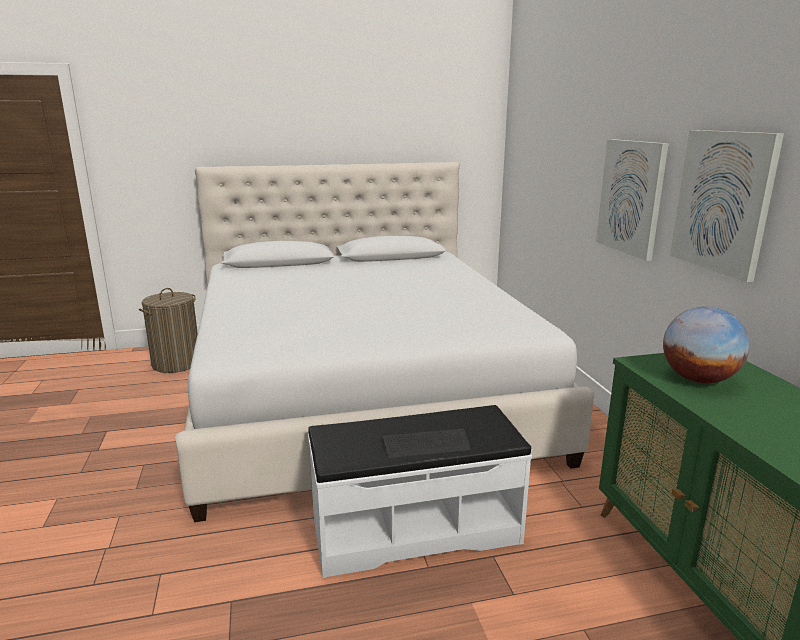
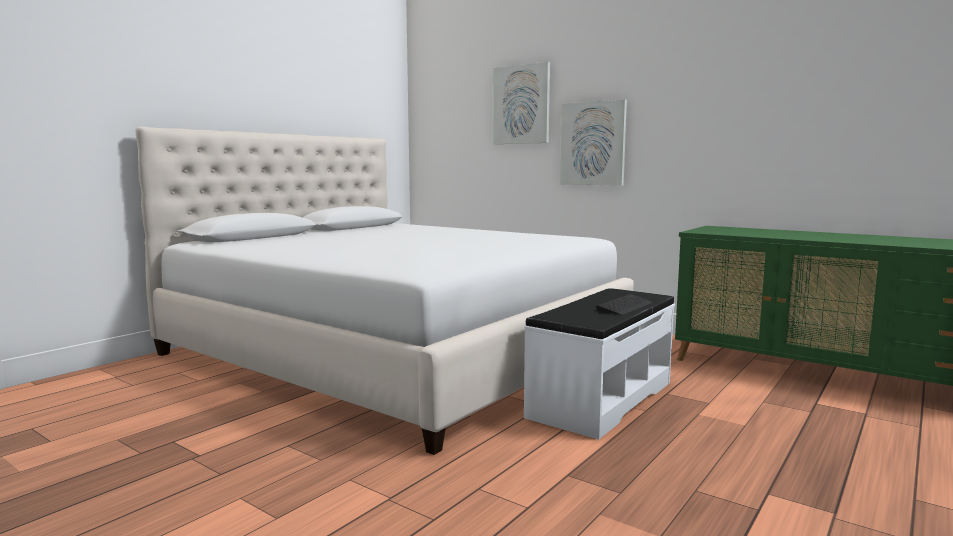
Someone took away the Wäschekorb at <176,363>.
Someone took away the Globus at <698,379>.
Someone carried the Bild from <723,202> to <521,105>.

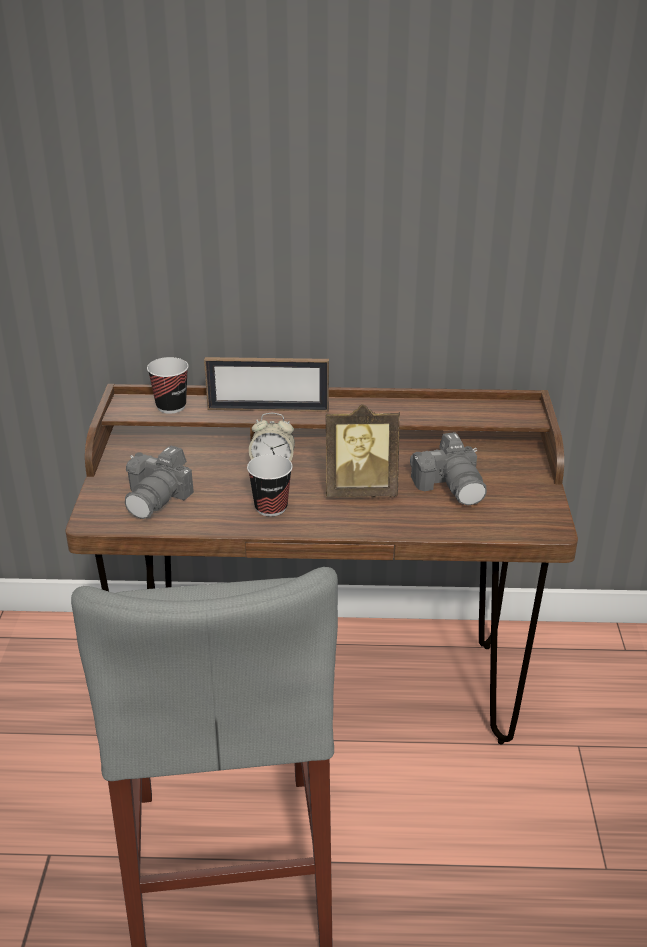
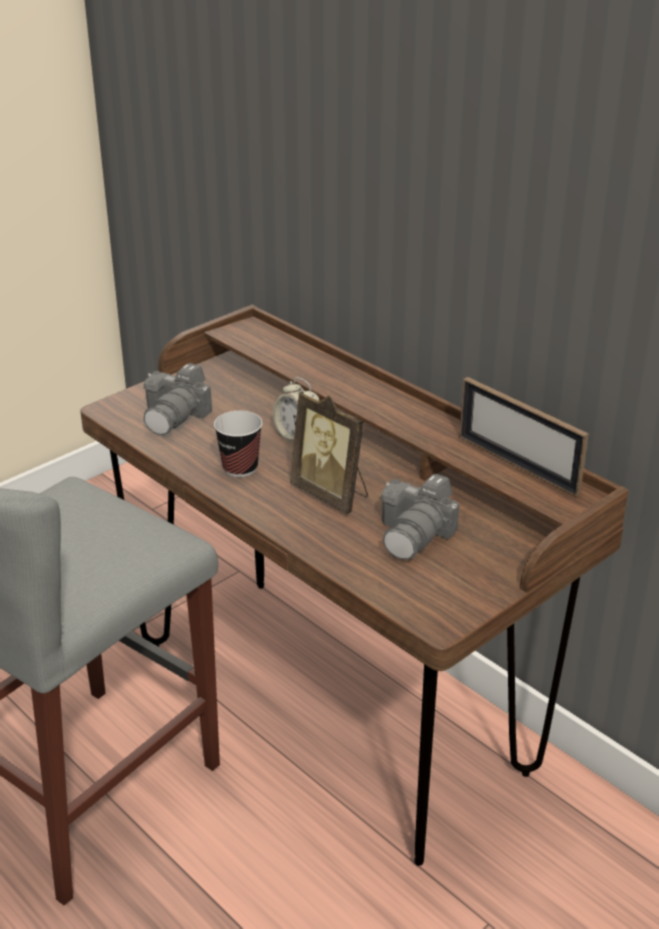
Someone took away the Tasse at <171,406>.
Someone carried the Bilderrahmen from <268,409> to <517,465>.
Someone rotated the Kamera at <158,498> by 45 degrees counterclockwise.

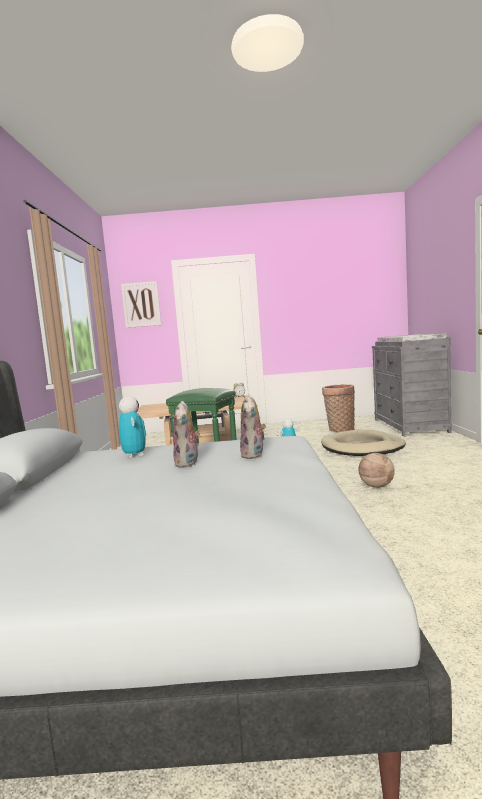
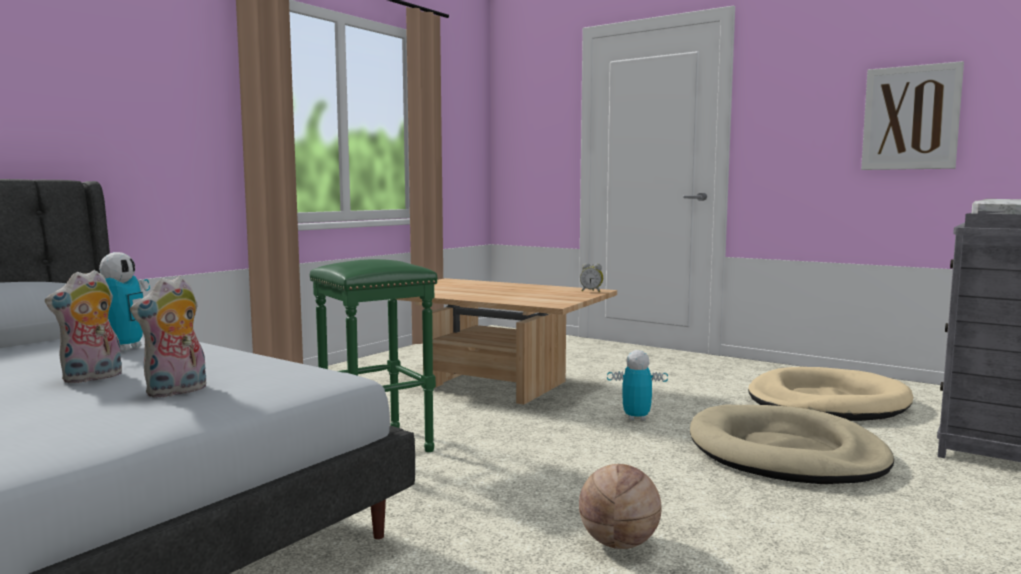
Someone carried the Bild from <141,304> to <910,118>.
Someone swapped the Korb at <339,430> for the Hundebett (beige) at <827,402>.

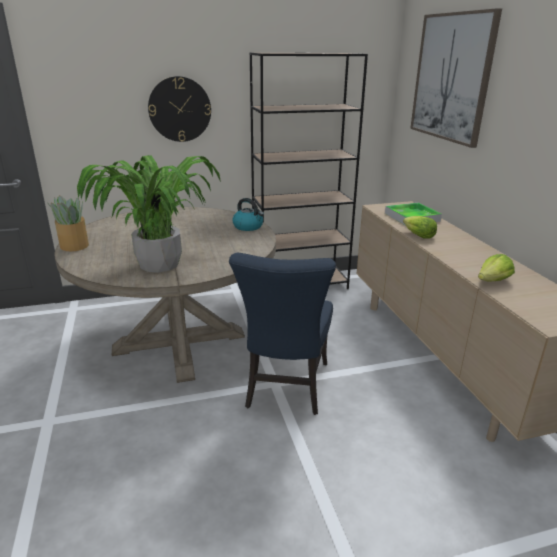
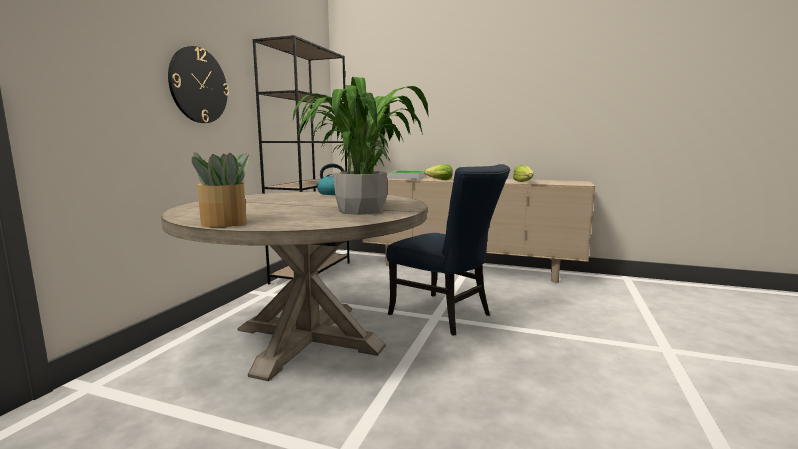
Someone took away the Bild at <451,77>.

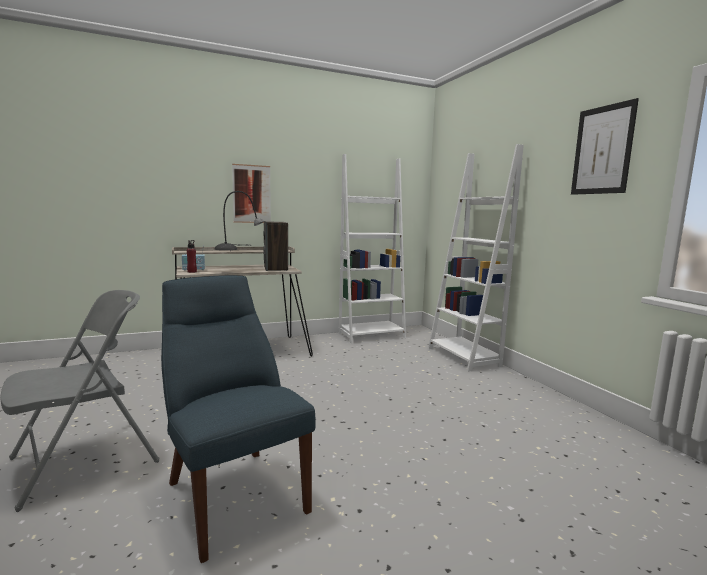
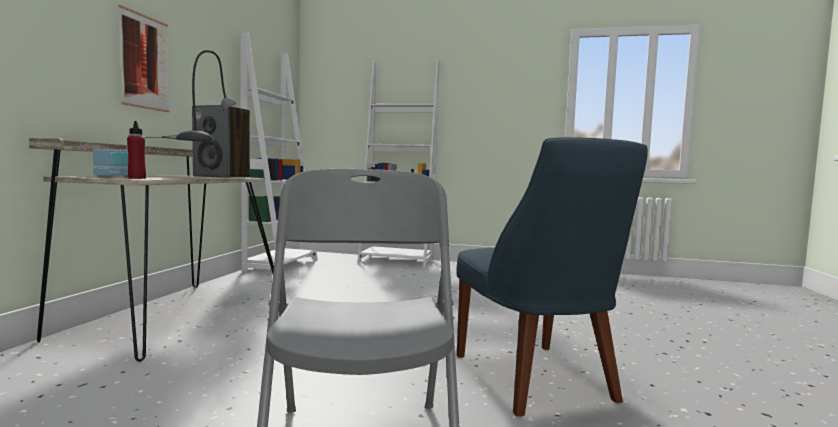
Someone took away the Bild at <602,150>.
Someone rotated the Stuhl (blau) at <233,493> by 105 degrees counterclockwise.

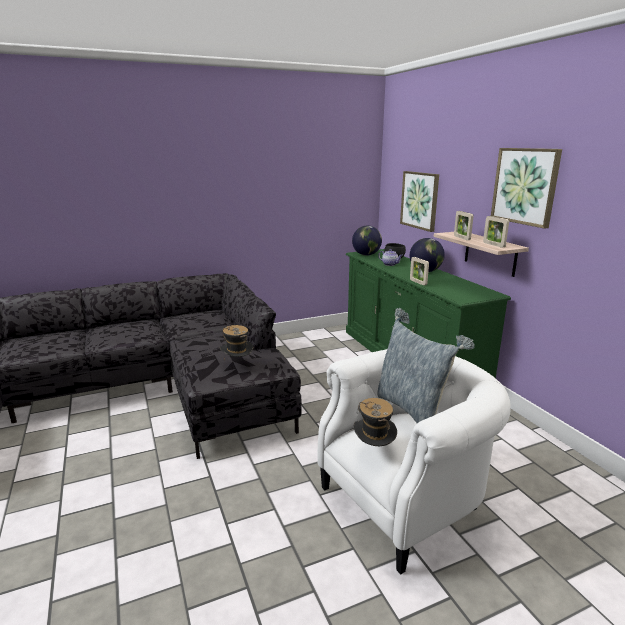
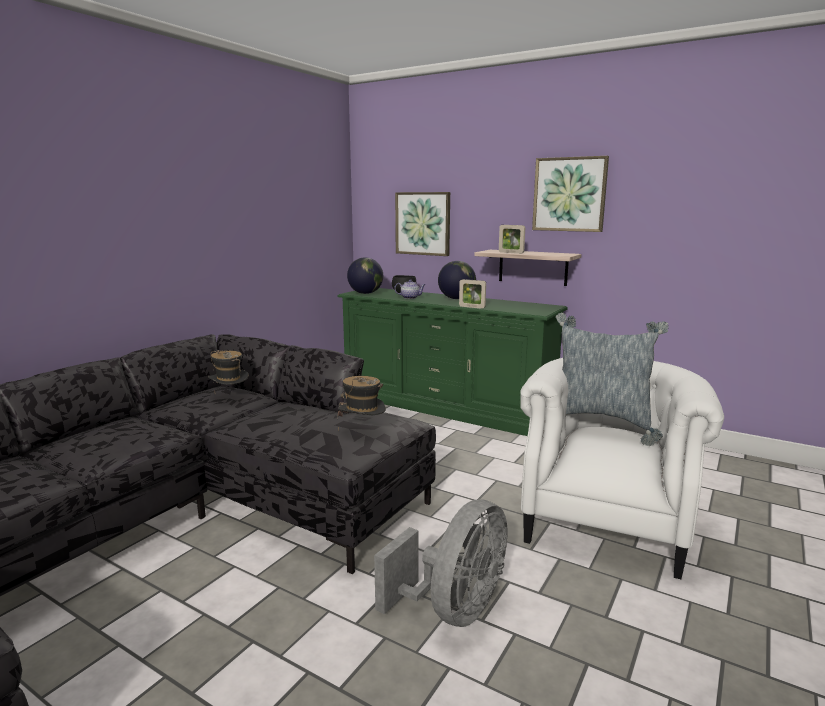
Someone took away the Bilderrahmen at <493,245>.
Someone put down the Ventilator (grau) at <454,609>.
Someone carried the Hut from <373,451> to <230,397>.

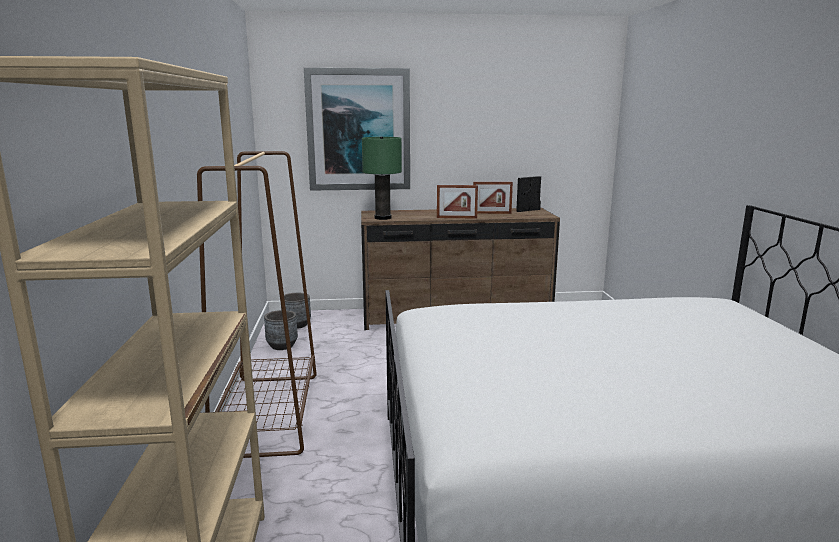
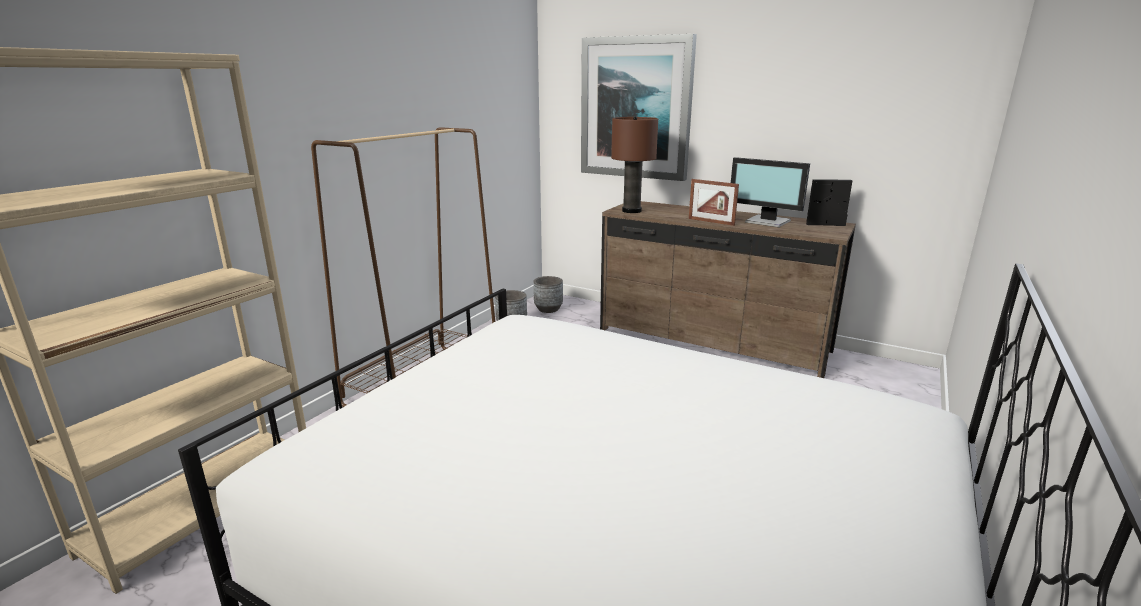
Someone swapped the Bilderrahmen at <491,213> for the Monitor at <767,222>.
Someone repainted the Tischlampe (grün) at <383,218>, which became the Tischlampe (braun) at <632,211>.

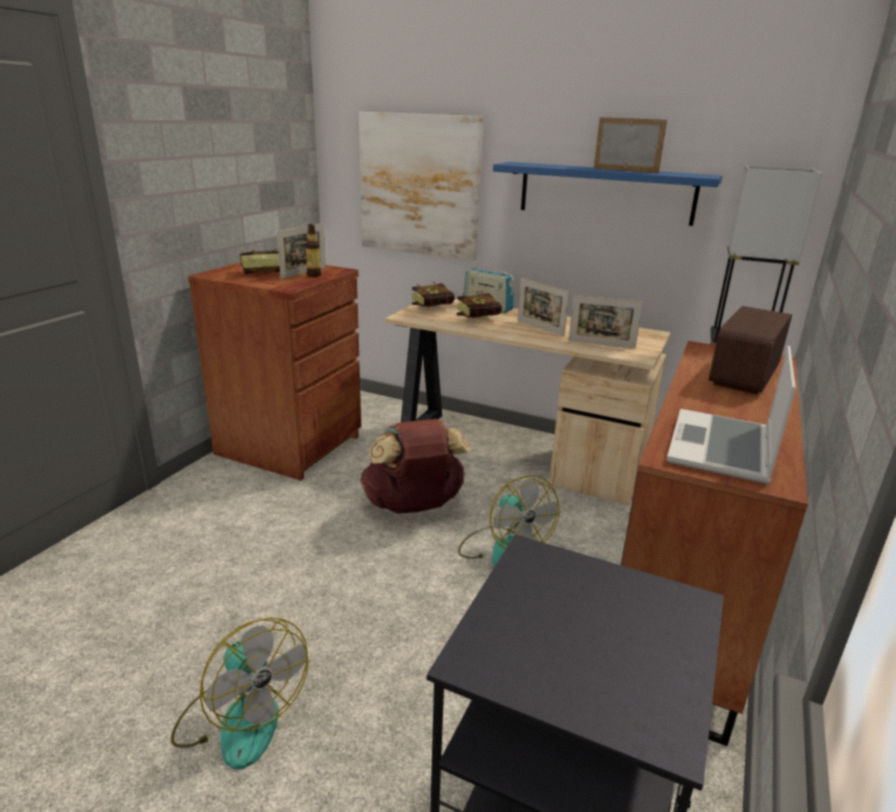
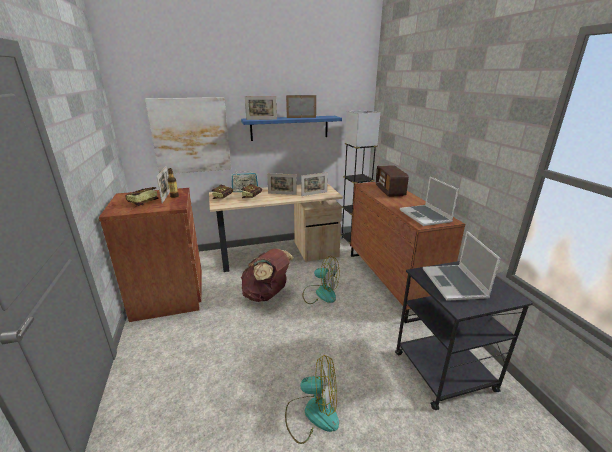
Someone put down the Bilderrahmen at <261,119>.
Someone put down the Laptop at <455,284>.

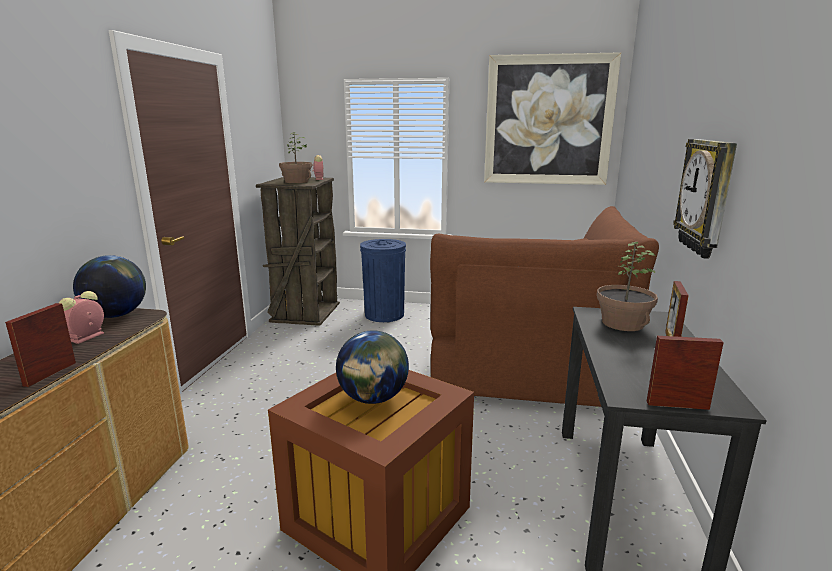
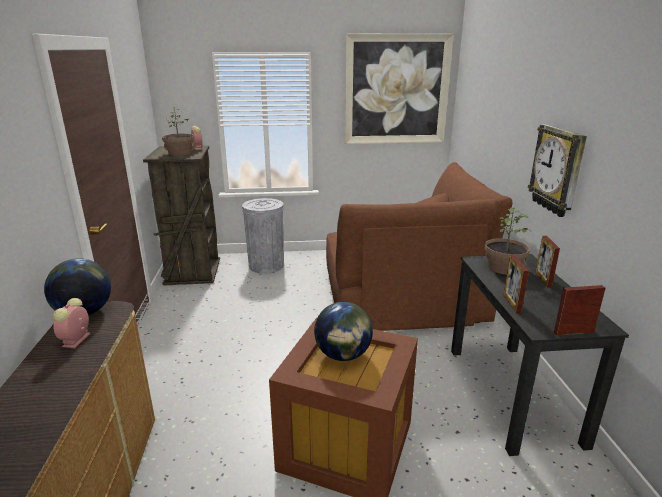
Someone carried the Bilderrahmen from <50,374> to <512,304>.
Someone repainted the Mülleimer (blau) at <384,314>, which became the Mülleimer (grau) at <266,265>.

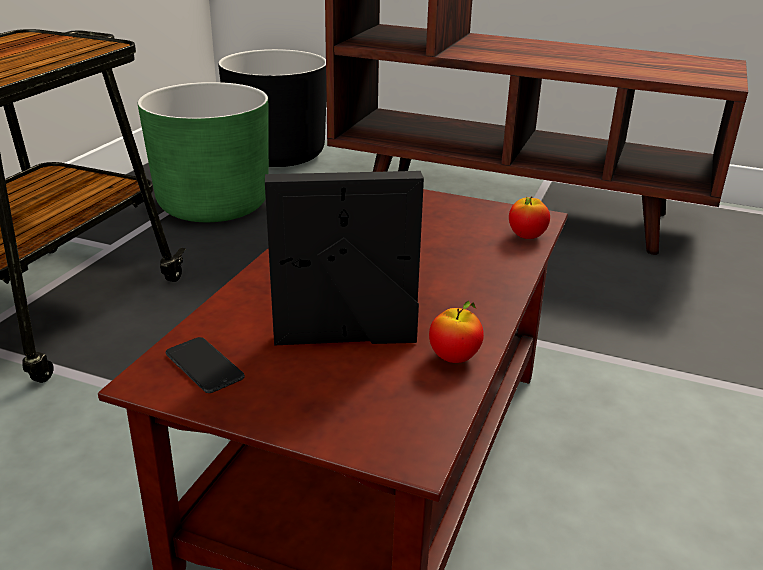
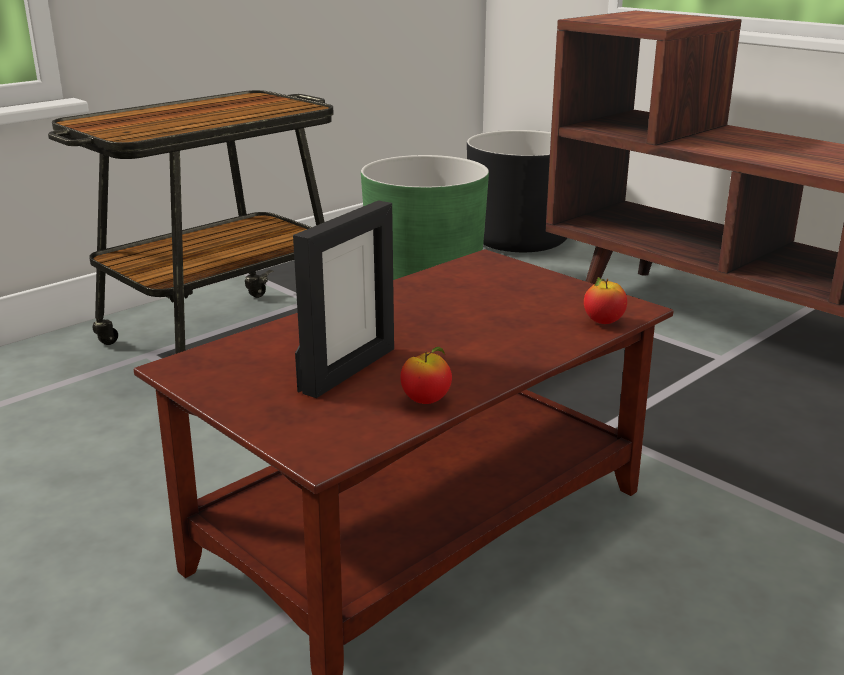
Someone took away the Handy at <204,366>.
Someone rotated the Bilderrahmen at <345,339> by 105 degrees clockwise.

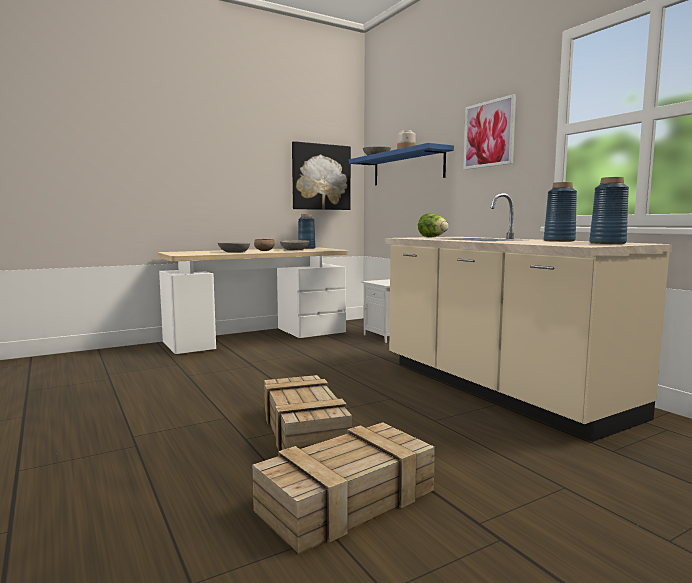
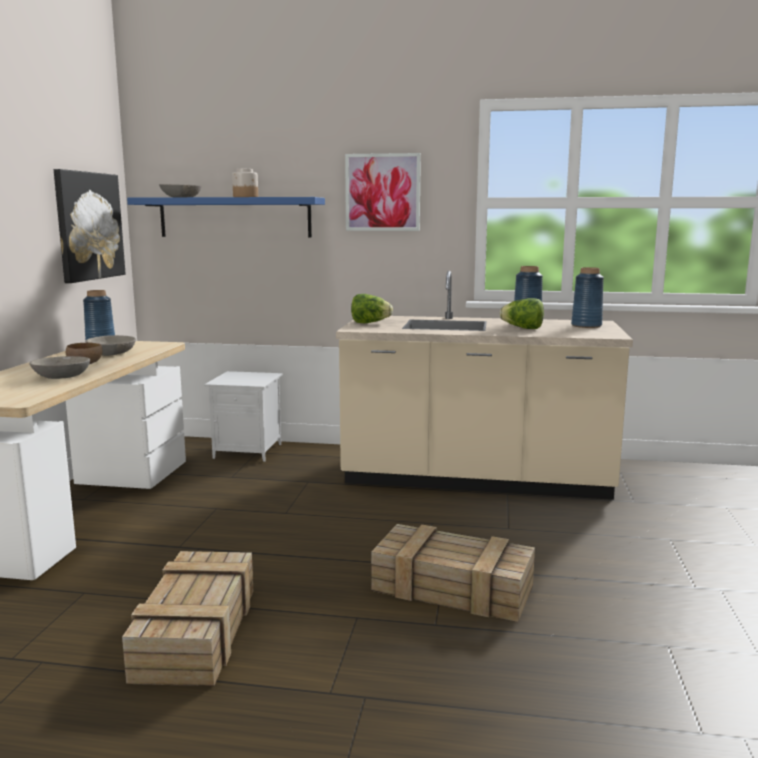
Someone put down the Salatkopf at <523,328>.
Someone carried the Kiste from <345,501> to <196,634>.

